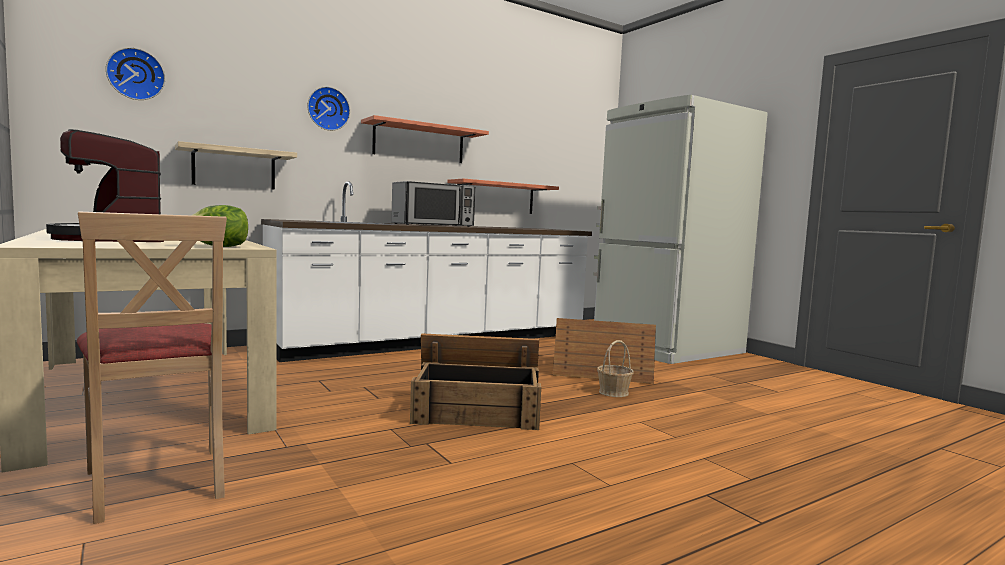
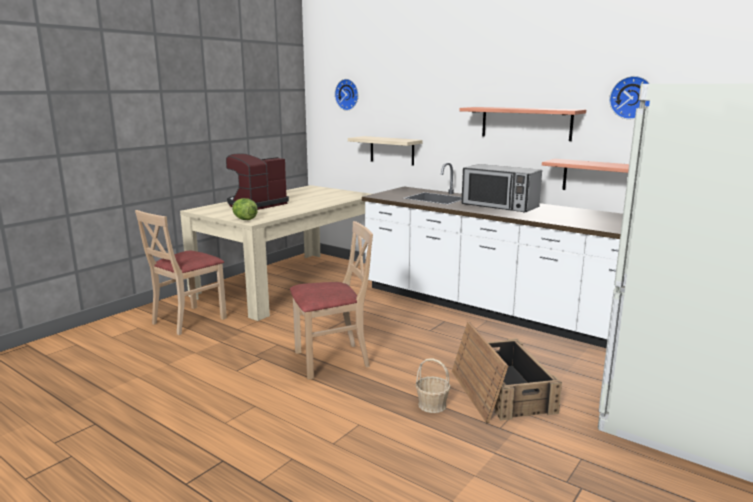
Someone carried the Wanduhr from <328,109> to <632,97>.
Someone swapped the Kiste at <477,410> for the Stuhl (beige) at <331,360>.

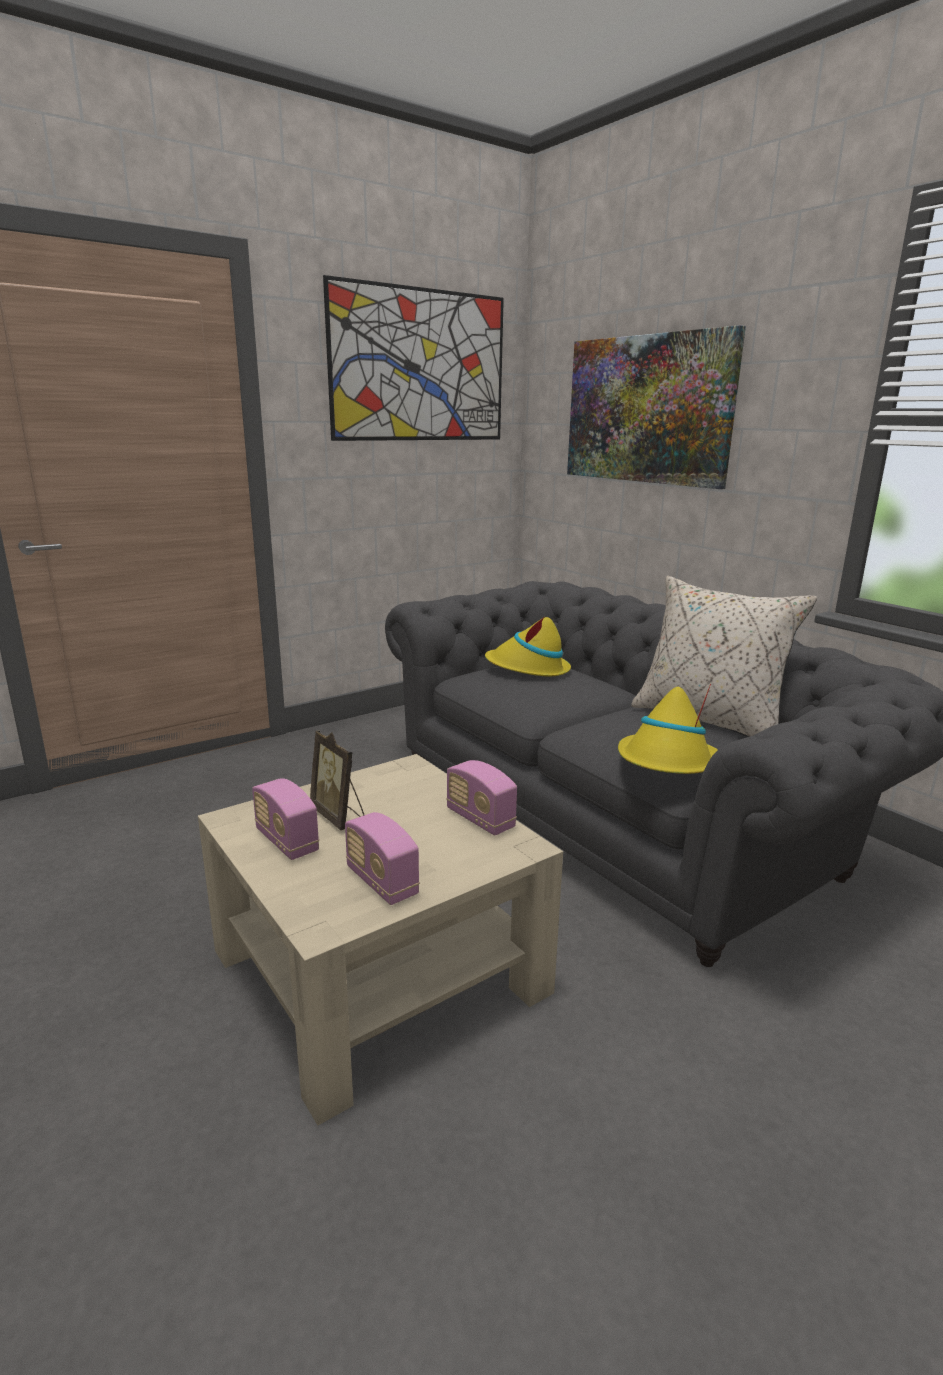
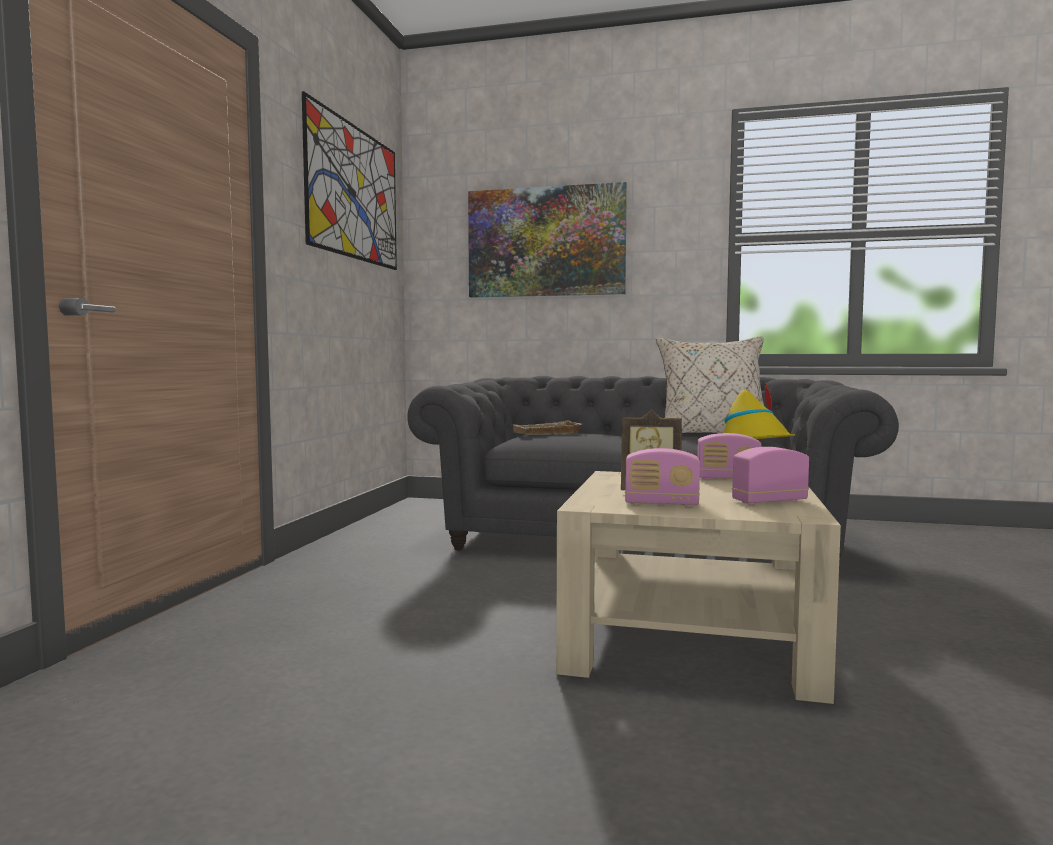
Someone swapped the Hut (gelb) at <528,669> for the Tablett (beige) at <546,433>.
Someone rotated the Radio at <381,882> by 150 degrees clockwise.

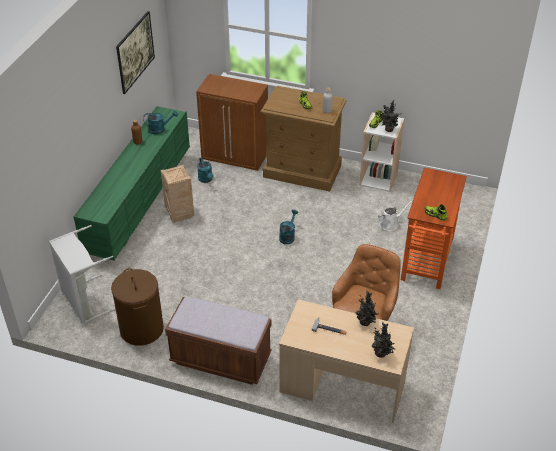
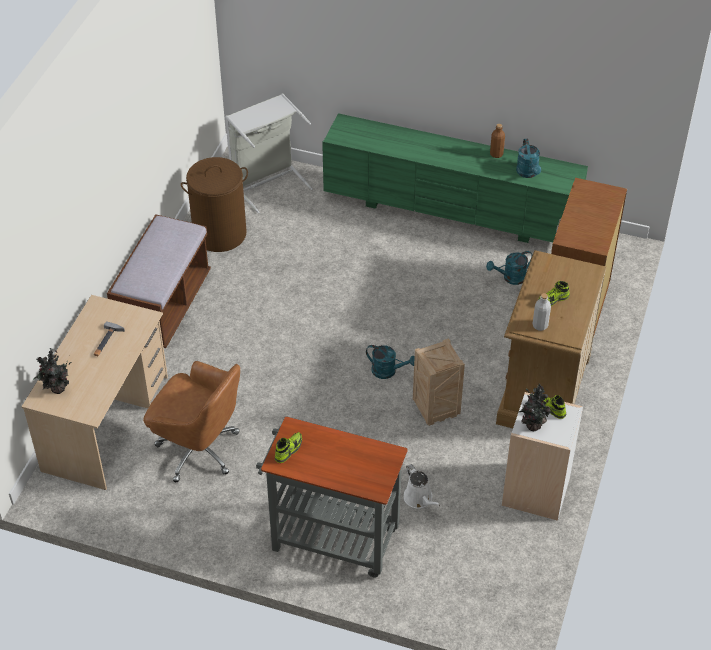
Someone took away the Bild at <136,63>.
Someone took away the Topfpflanze at <366,323>.
Someone carried the Kiste from <180,214> to <435,410>.
Someone repainted the Rollwagen (orange) at <427,261>, which became the Rollwagen (grau) at <333,540>.

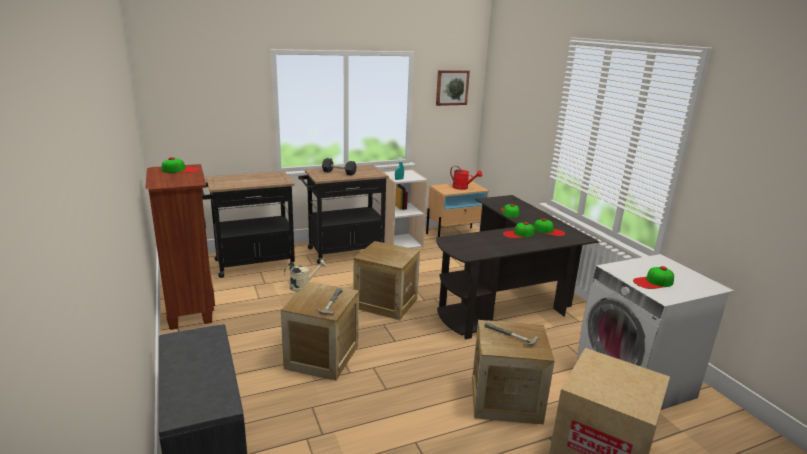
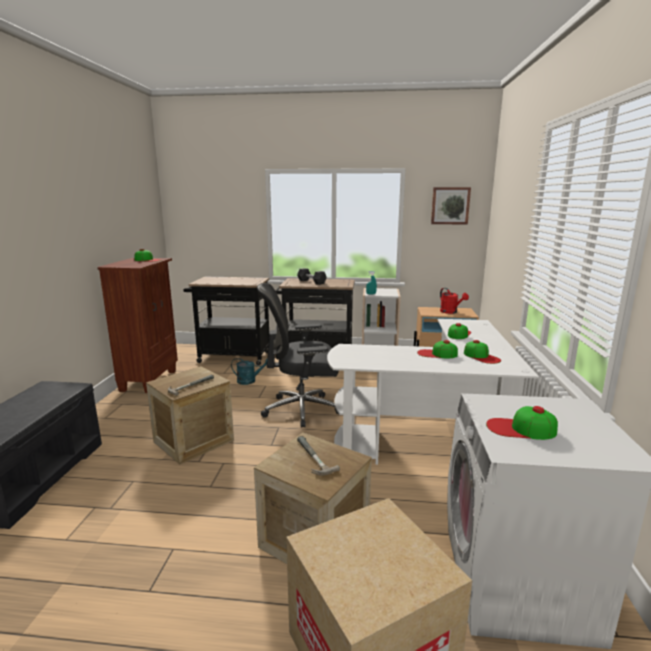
Someone swapped the Kiste at <385,303> for the Bürostuhl at <302,409>.
Someone repainted the Gießkanne (beige) at <303,286>, which became the Gießkanne (türkis) at <250,381>.
Someone repainted the Schreibtisch (schwarz) at <507,298>, which became the Schreibtisch (weiß) at <437,433>.

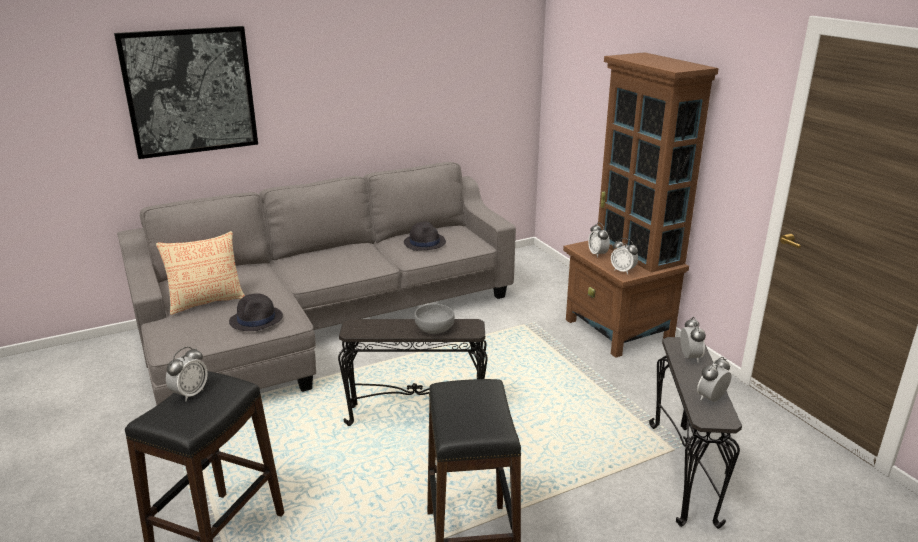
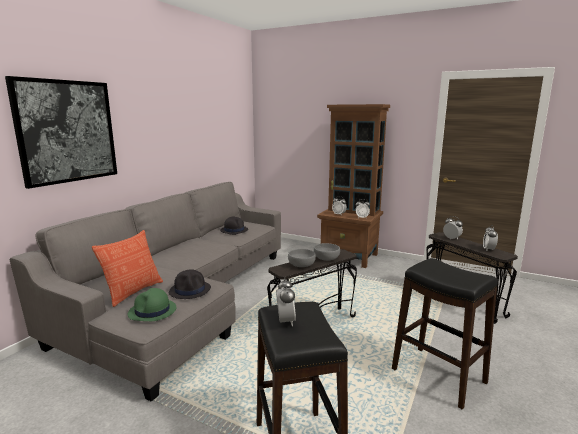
Someone put down the Hut (grün) at <152,311>.
Someone put down the Schüssel (grau) at <302,265>.
Someone repainted the Kissen (beige) at <207,303>, which became the Kissen (orange) at <133,292>.

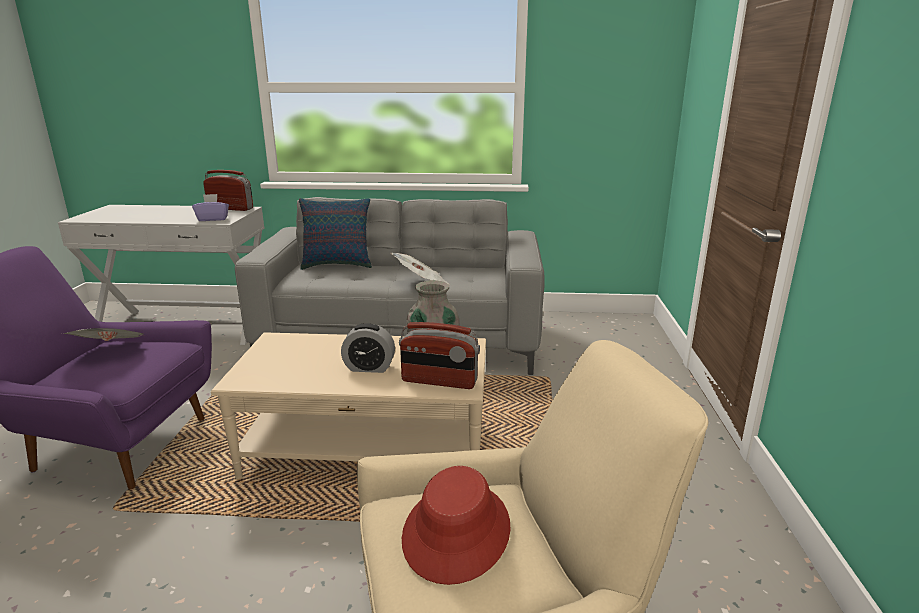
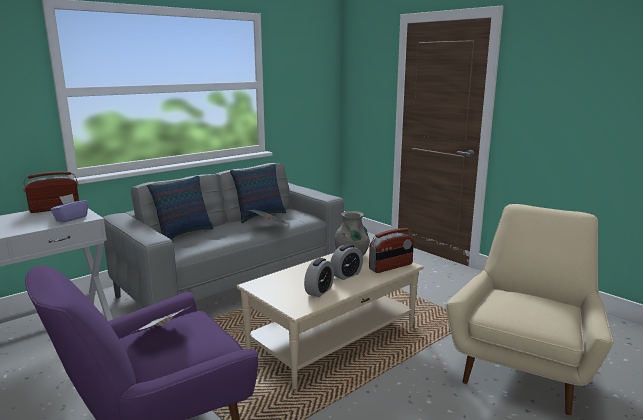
Someone took away the Hut (rot) at <457,531>.
Someone put down the Kissen (blau) at <260,216>.
Someone put down the Wecker at <319,291>.

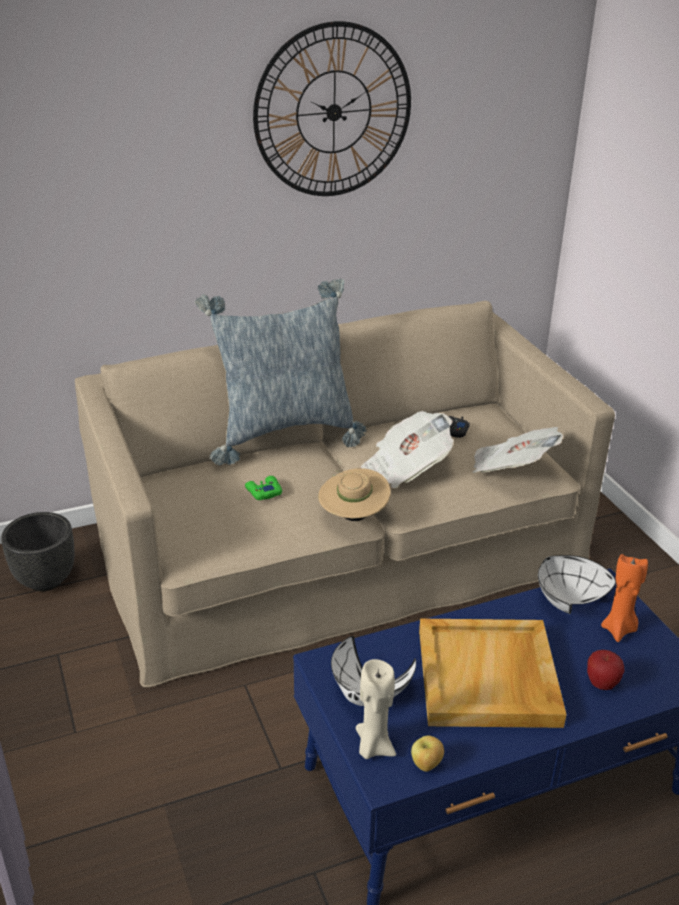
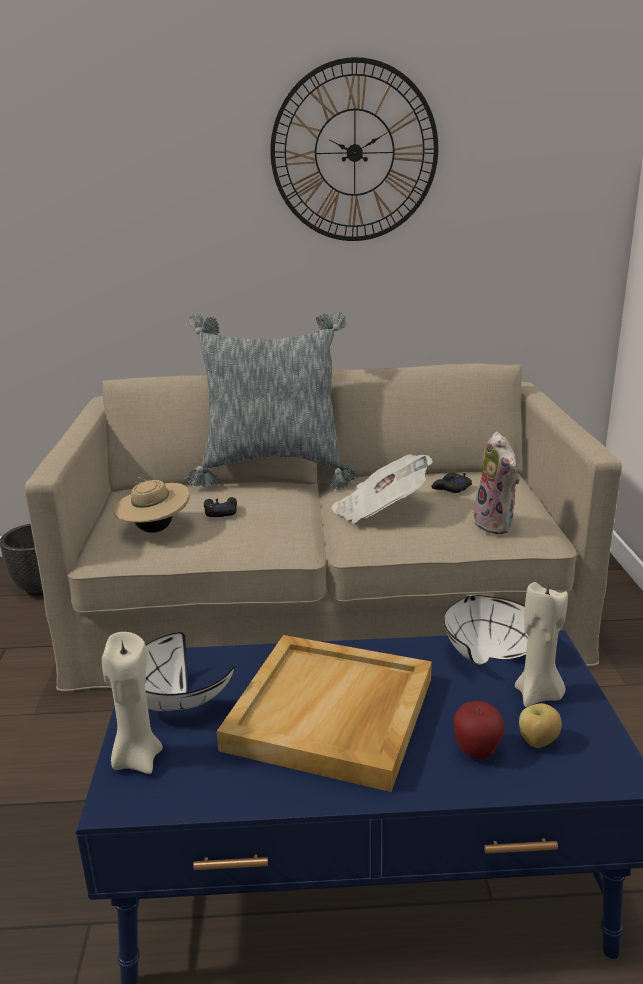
Someone carried the Hut (beige) from <353,516> to <154,529>.
Someone carried the Apfel from <426,765> to <537,742>.
Someone swapped the Zeitung at <511,469> for the Plüschtier at <496,525>.
Someone repainted the Gamepad (grün) at <263,492>, which became the Gamepad (schwarz) at <220,512>.
Someone repainted the Kerze (orange) at <619,629>, which became the Kerze (beige) at <538,695>.

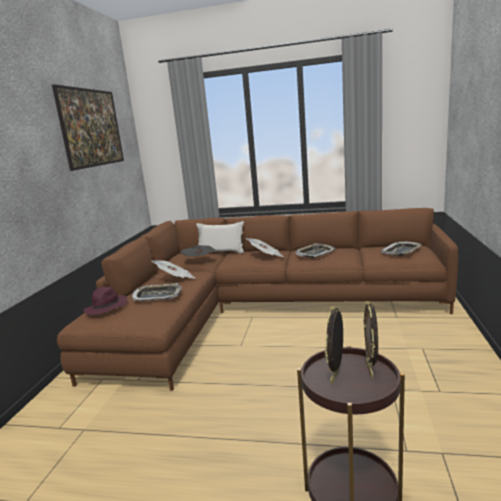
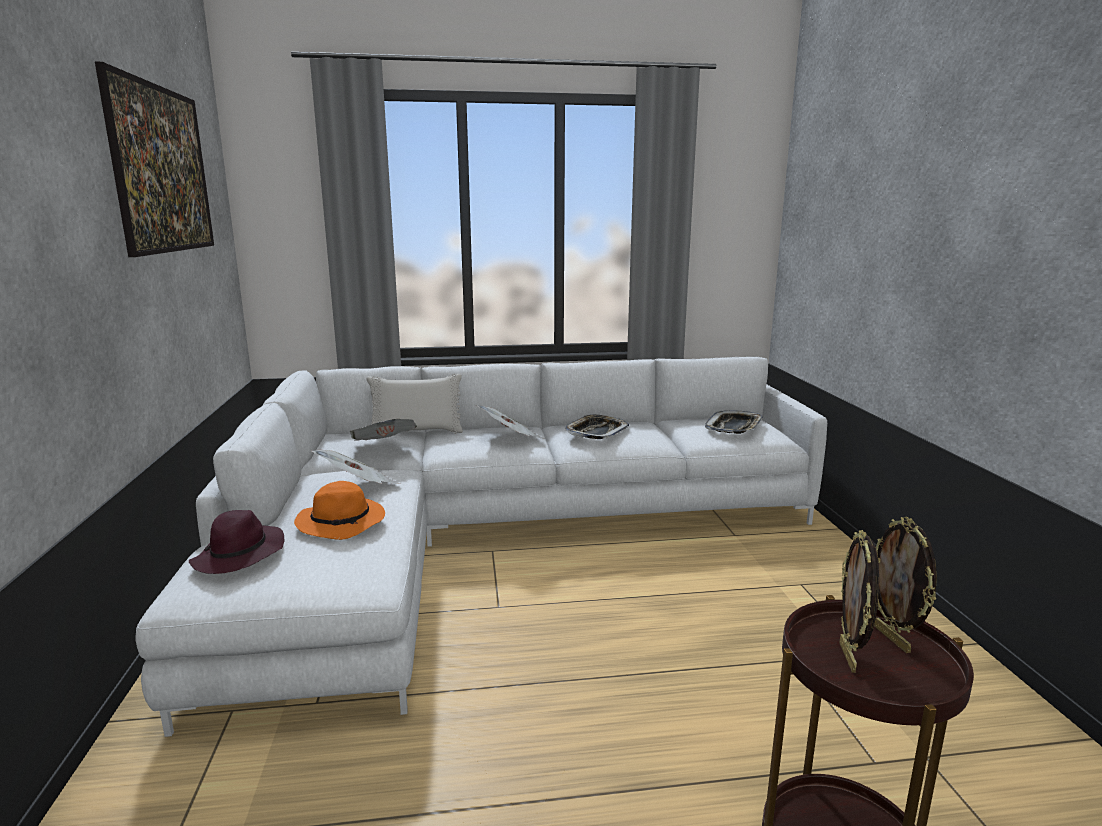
Someone swapped the Tablett at <157,296> for the Hut (orange) at <343,522>.
Someone repainted the Sofa (braun) at <255,311>, which became the Sofa (weiß) at <492,539>.

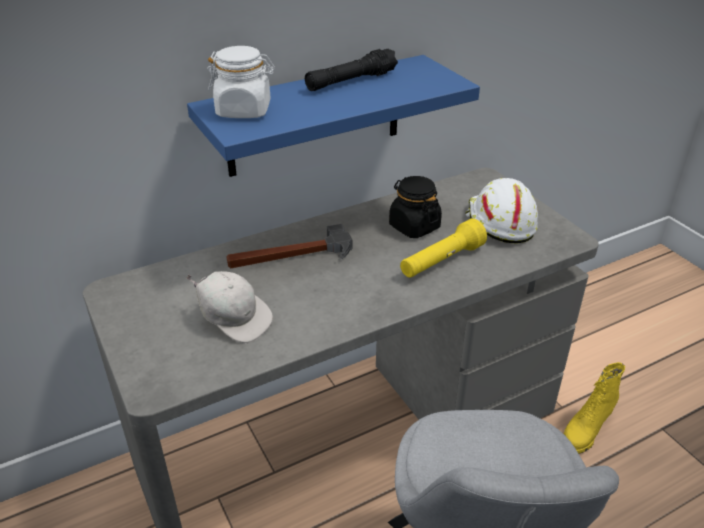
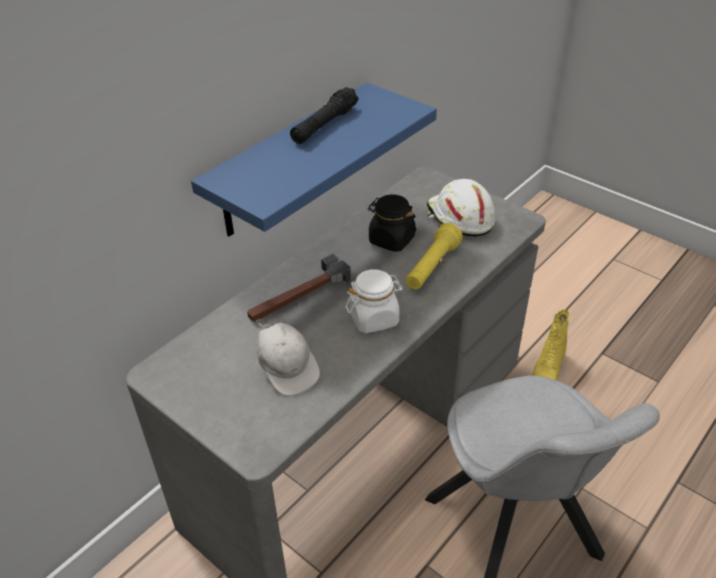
Someone carried the Vorratsglas (weiß) from <244,110> to <374,318>.
Someone rotated the Kappe (weiß) at <234,320> by 45 degrees clockwise.

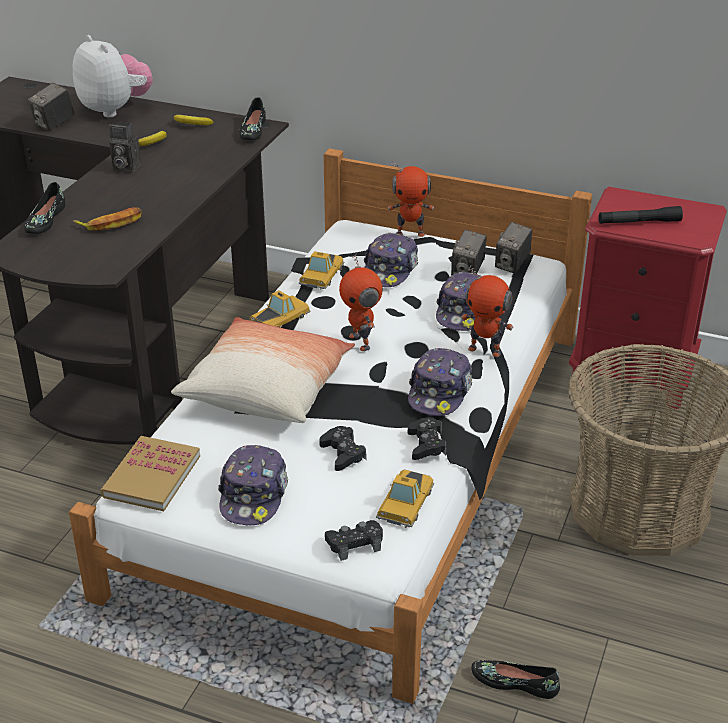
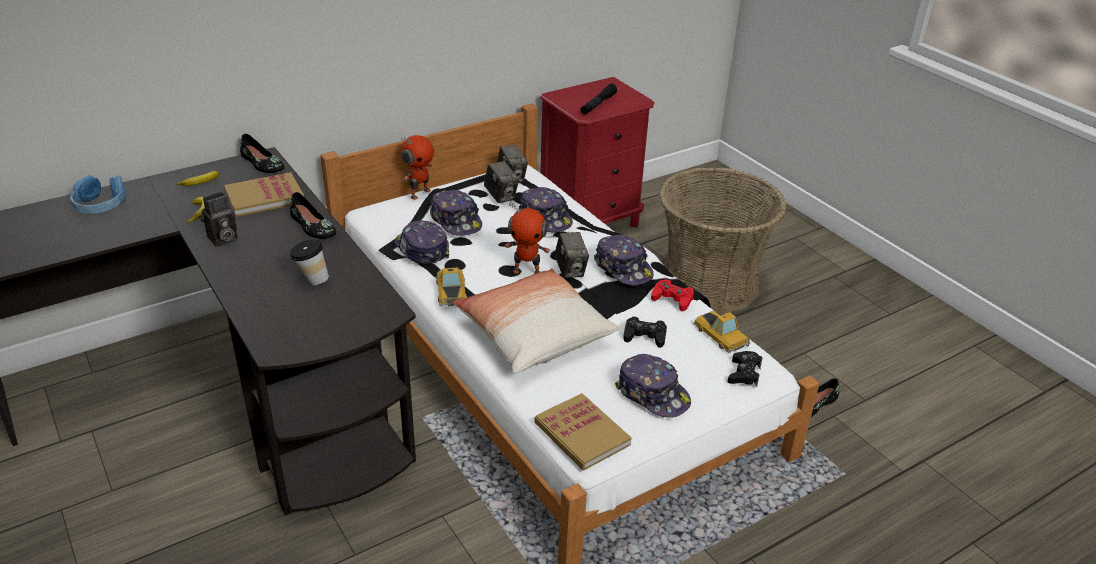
Someone took away the Spielzeugroboter at <485,350>.
Someone put down the Buch at <264,197>.
Someone carried the Schuh (schwarz) from <44,220> to <312,227>.
Someone carried the Kamera from <54,124> to <570,270>.
Someone swapped the Plüschtier at <115,109> for the Kopfhörer (blau) at <101,205>.
Someone swapped the Banane at <111,223> for the Tasse at <311,281>.
Someone swapped the Spielzeugauto at <321,275> for the Kappe at <421,250>.
Someone repainted the Gamepad (schwarz) at <426,444>, which became the Gamepad (rot) at <672,299>.

